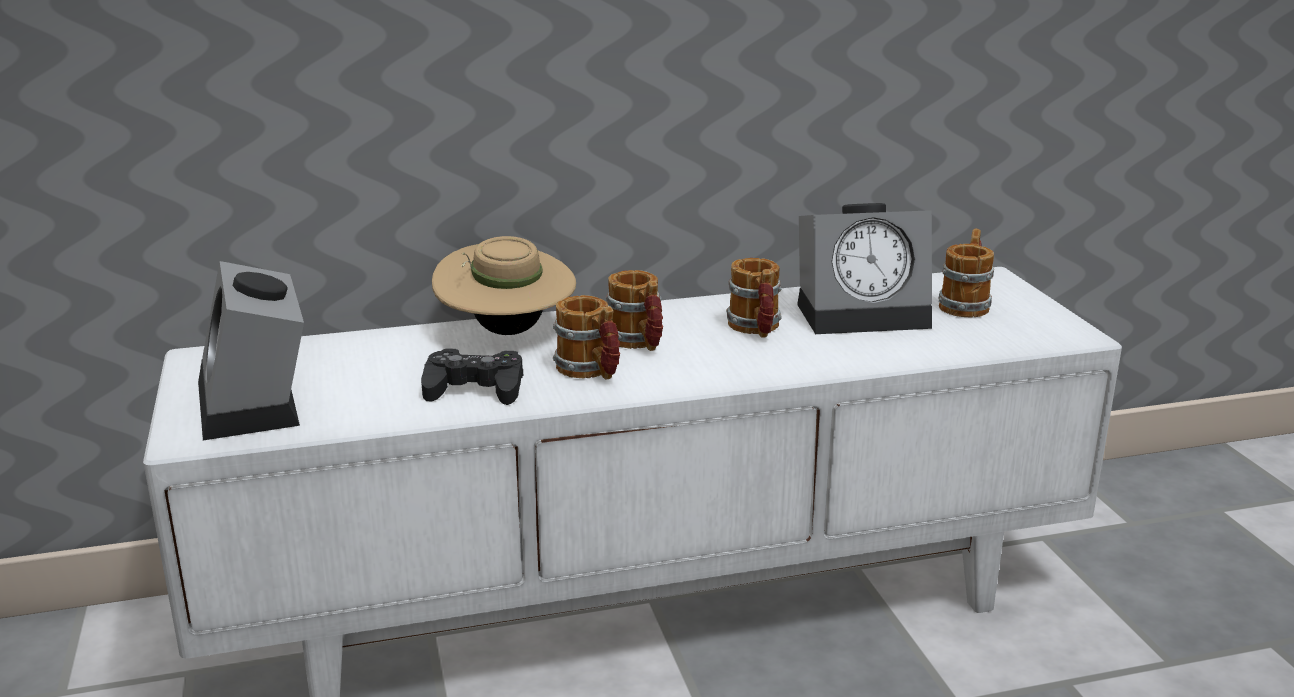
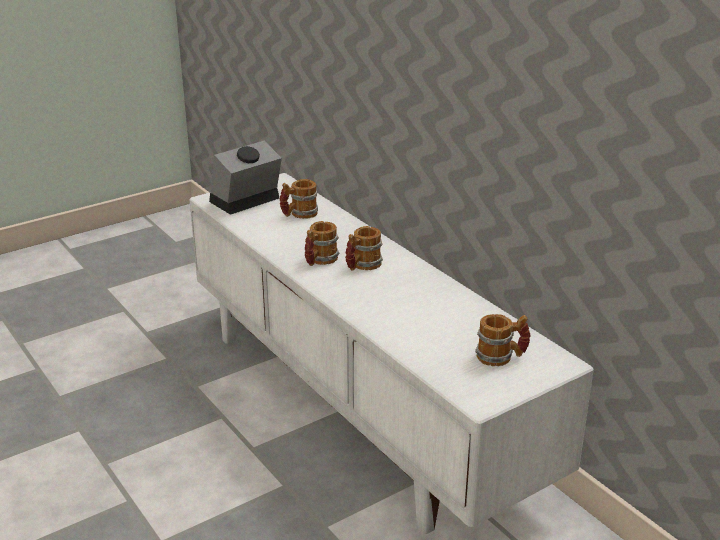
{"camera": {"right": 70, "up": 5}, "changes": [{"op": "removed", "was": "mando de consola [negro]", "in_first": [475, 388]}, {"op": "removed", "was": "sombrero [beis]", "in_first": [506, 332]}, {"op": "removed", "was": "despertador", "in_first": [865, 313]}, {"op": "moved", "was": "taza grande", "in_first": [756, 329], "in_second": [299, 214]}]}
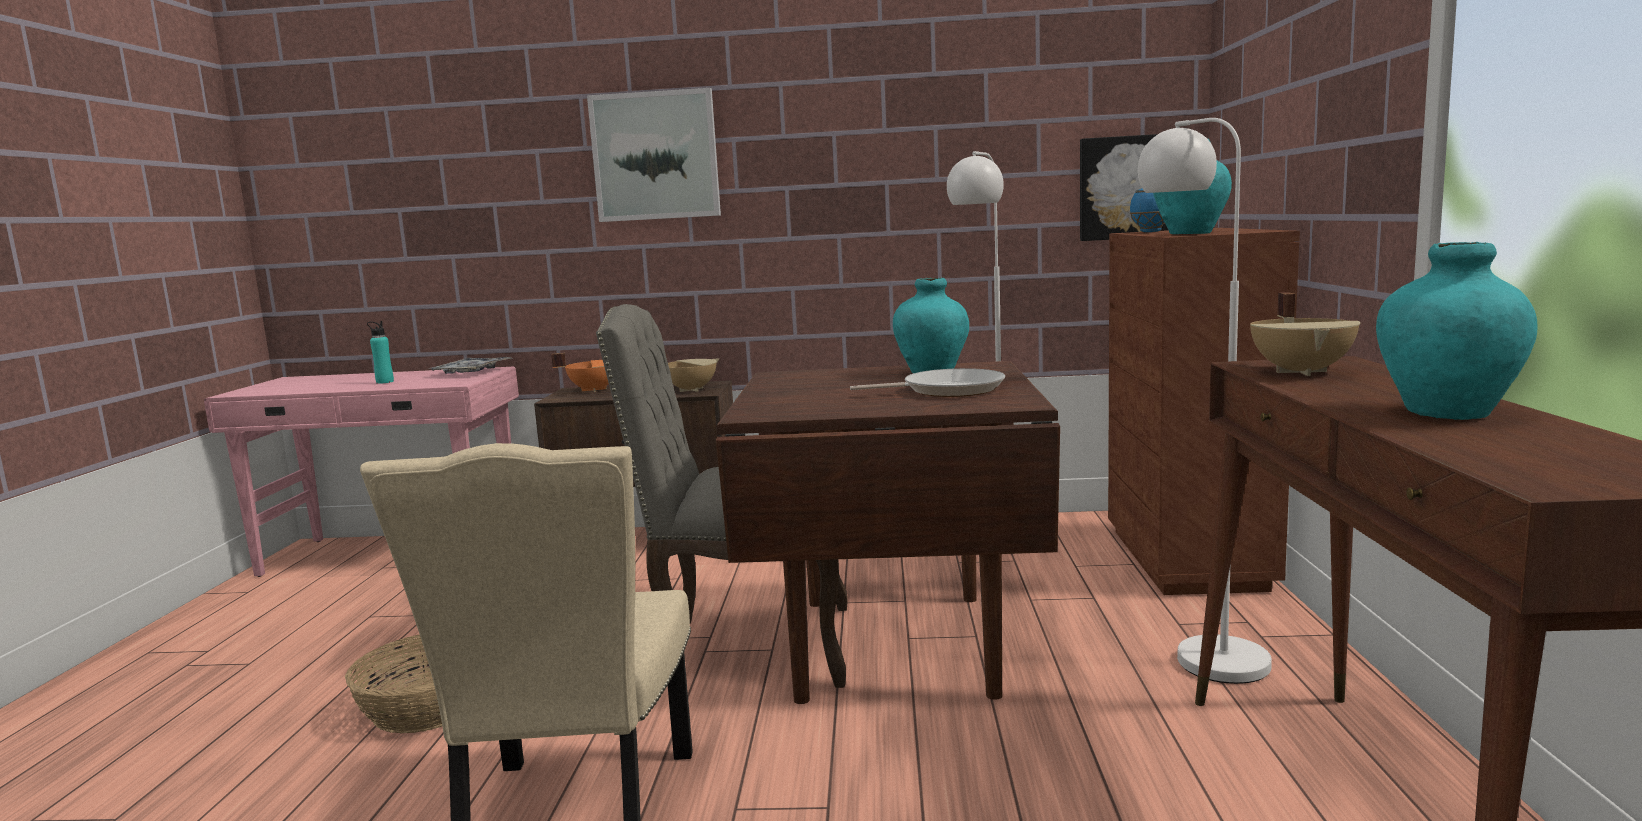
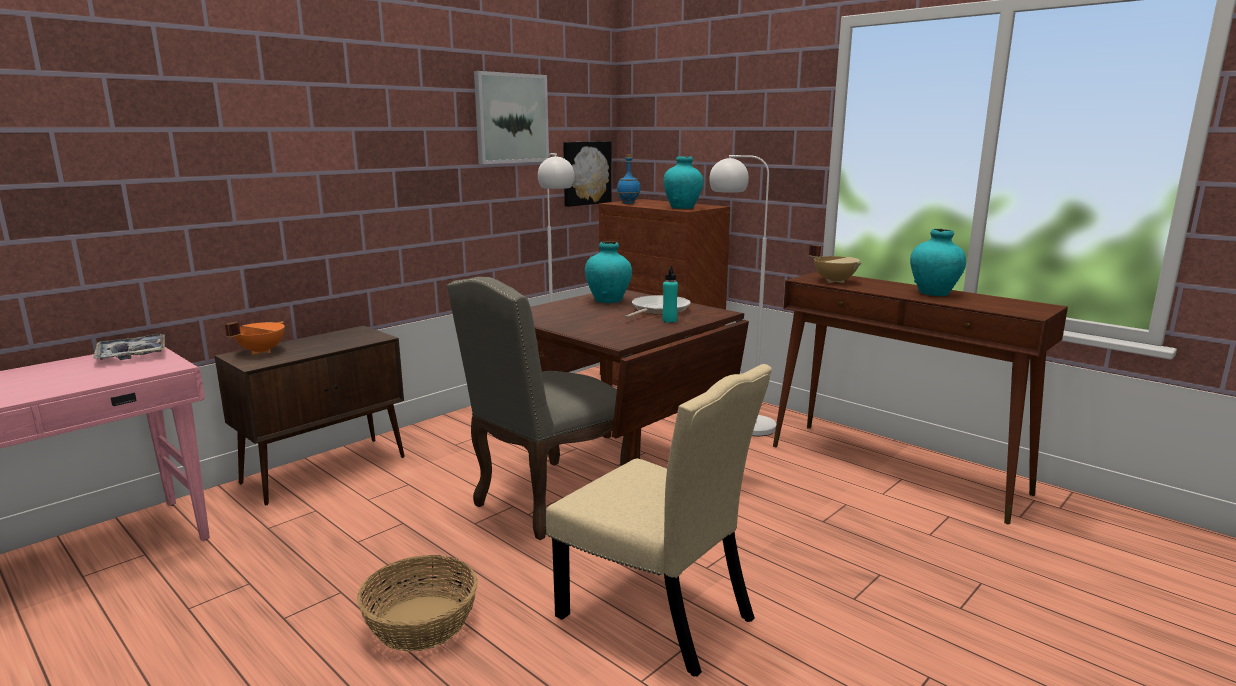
{"camera": {"right": -50, "up": 5}, "changes": [{"op": "removed", "was": "olla [beis]", "in_first": [690, 390]}, {"op": "moved", "was": "botella [turquesa]", "in_first": [384, 382], "in_second": [669, 321]}, {"op": "moved", "was": "cuadro", "in_first": [655, 156], "in_second": [511, 118]}]}
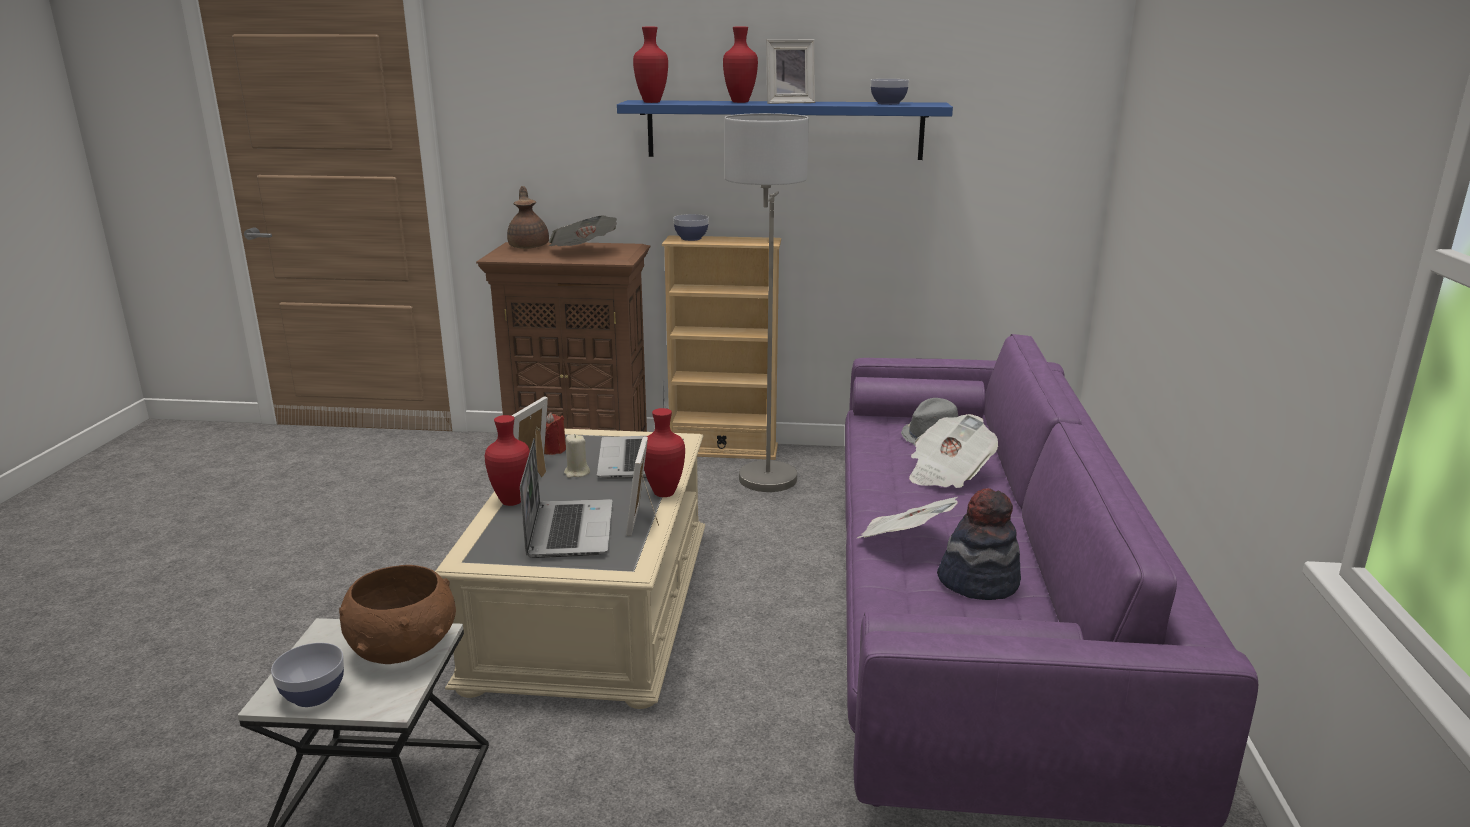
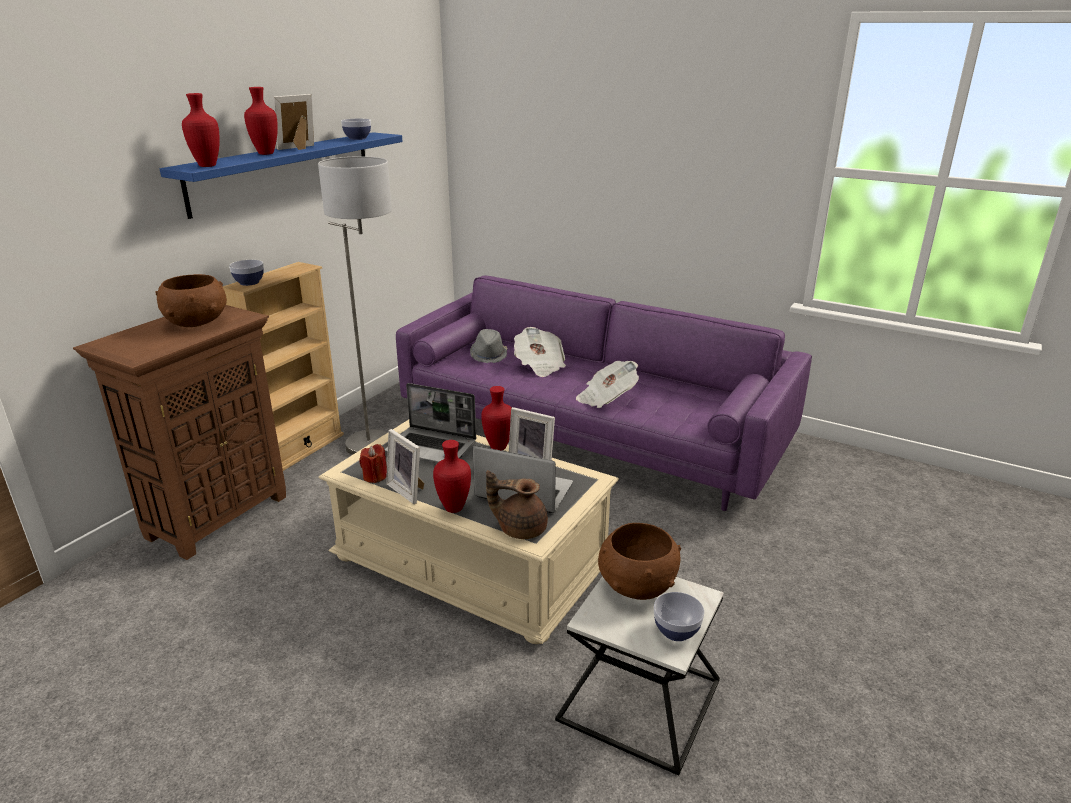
{"camera": {"right": -65, "up": 5}, "changes": [{"op": "removed", "was": "vela [beis]", "in_first": [577, 473]}, {"op": "removed", "was": "sombrero", "in_first": [978, 581]}, {"op": "moved", "was": "tetera [marrón]", "in_first": [529, 246], "in_second": [520, 528]}, {"op": "replaced", "was": "periódico", "now": "cuenco [marrón]", "in_first": [583, 251], "in_second": [197, 323]}, {"op": "turned", "was": "portarretratos", "in_first": [789, 102], "in_second": [299, 148], "clockwise": -150}]}
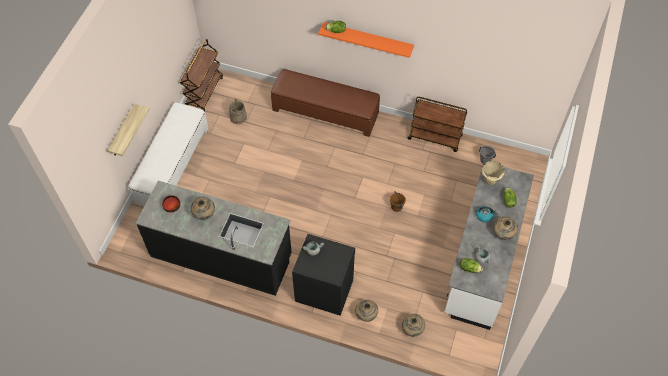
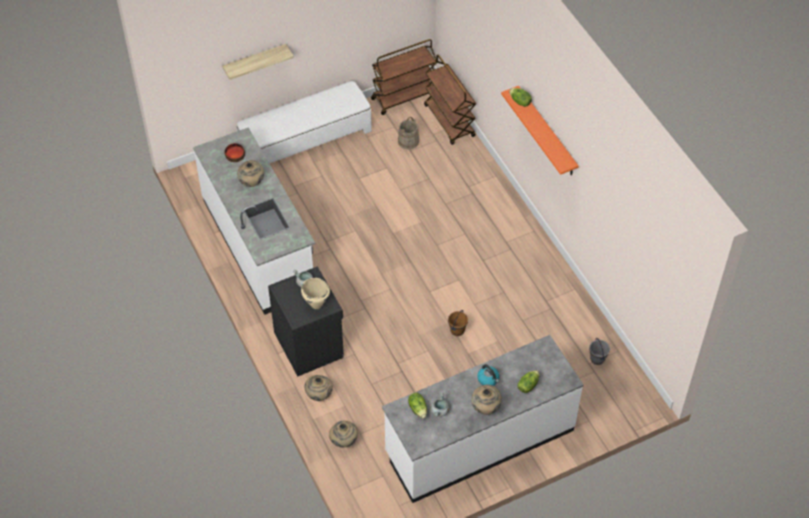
{"camera": {"right": 45, "up": -5}, "changes": [{"op": "removed", "was": "banco [marrón]", "in_first": [326, 111]}, {"op": "moved", "was": "carrito [marrón]", "in_first": [435, 137], "in_second": [449, 121]}, {"op": "moved", "was": "olla [beis]", "in_first": [489, 181], "in_second": [316, 304]}, {"op": "recoloured", "was": "mueble bajo de cocina [negro]", "now": "mueble bajo de cocina [blanco]", "in_first": [221, 255], "in_second": [259, 246]}]}
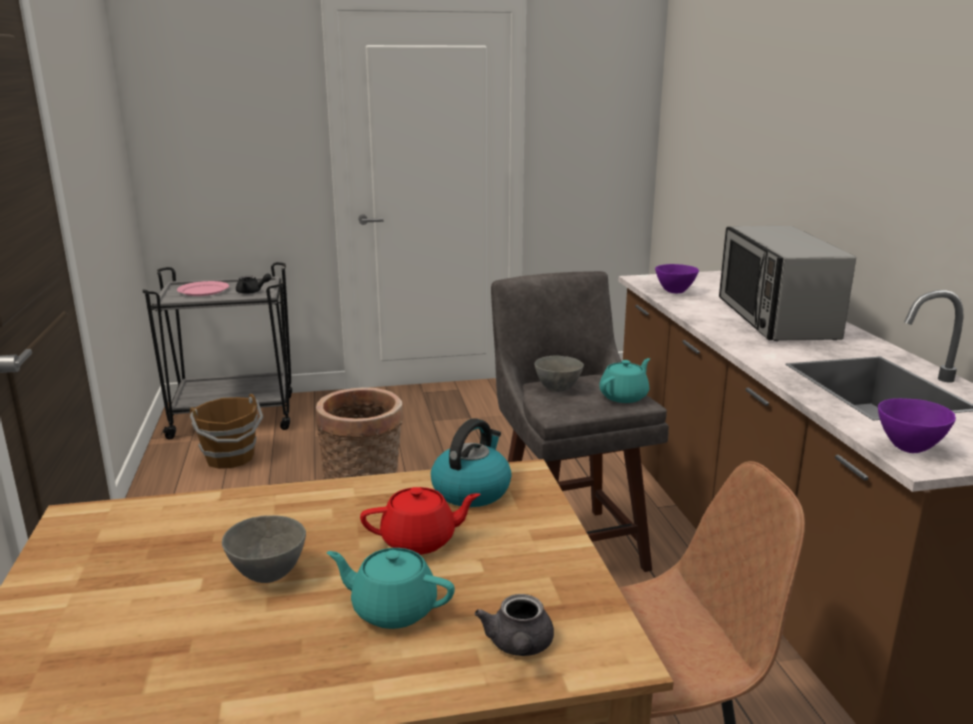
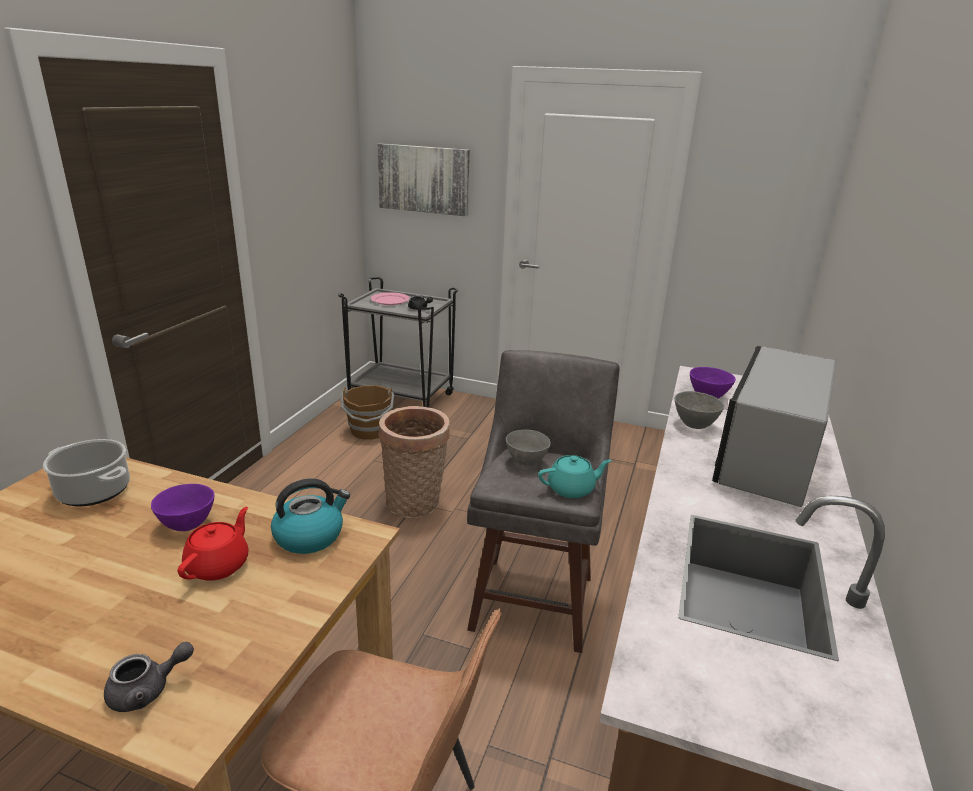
{"camera": {"right": 30, "up": 5}, "changes": [{"op": "removed", "was": "tetera [turquesa]", "in_first": [393, 609]}, {"op": "added", "now": "olla", "in_second": [95, 491]}, {"op": "added", "now": "cuadro", "in_second": [424, 179]}, {"op": "moved", "was": "cuenco [gris]", "in_first": [267, 575], "in_second": [693, 425]}, {"op": "moved", "was": "cuenco [morado]", "in_first": [908, 447], "in_second": [188, 525]}, {"op": "turned", "was": "tetera [rojo]", "in_first": [420, 541], "in_second": [219, 565], "clockwise": -90}, {"op": "turned", "was": "tetera [gris]", "in_first": [518, 646], "in_second": [148, 690], "clockwise": -150}]}
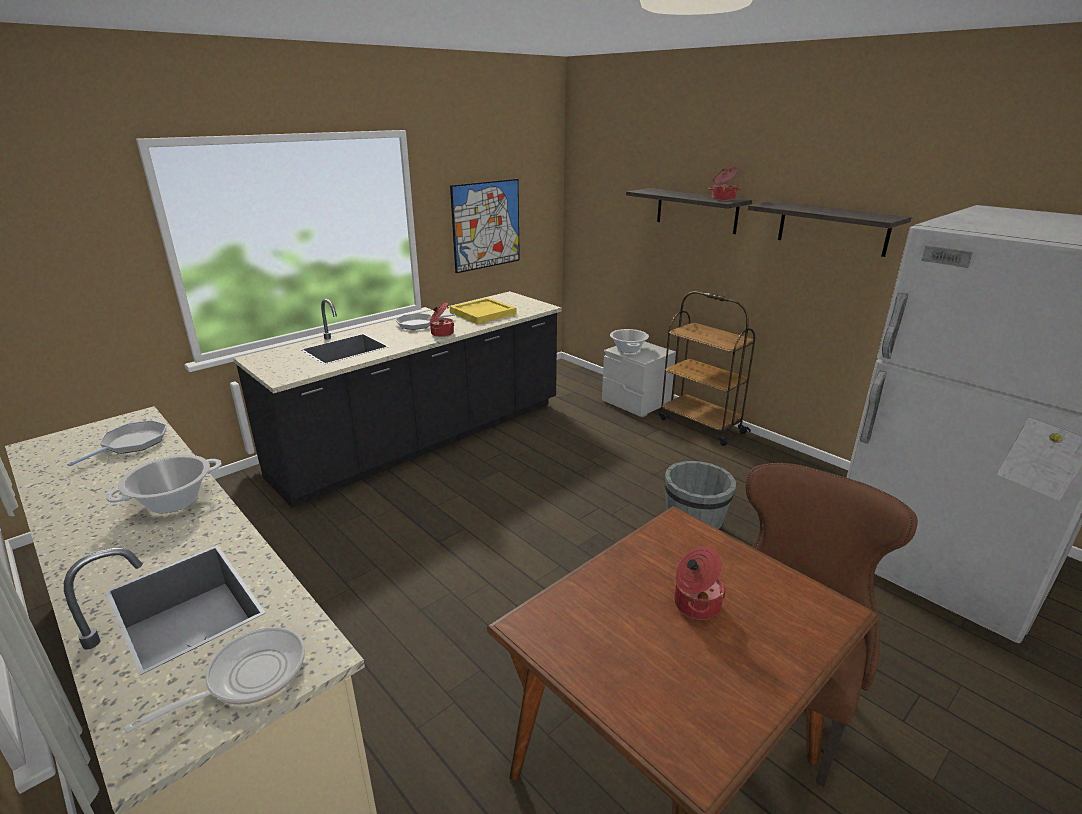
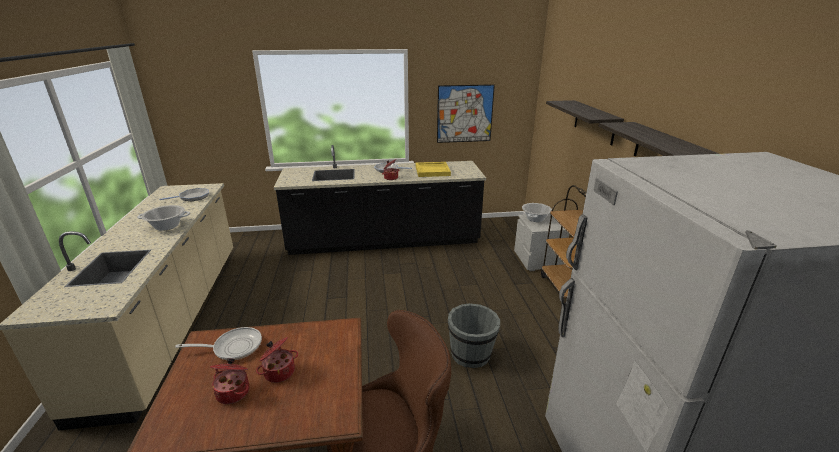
{"camera": {"right": 35, "up": 0}, "changes": [{"op": "moved", "was": "sartén", "in_first": [248, 677], "in_second": [233, 347]}, {"op": "moved", "was": "olla", "in_first": [723, 199], "in_second": [234, 392]}]}
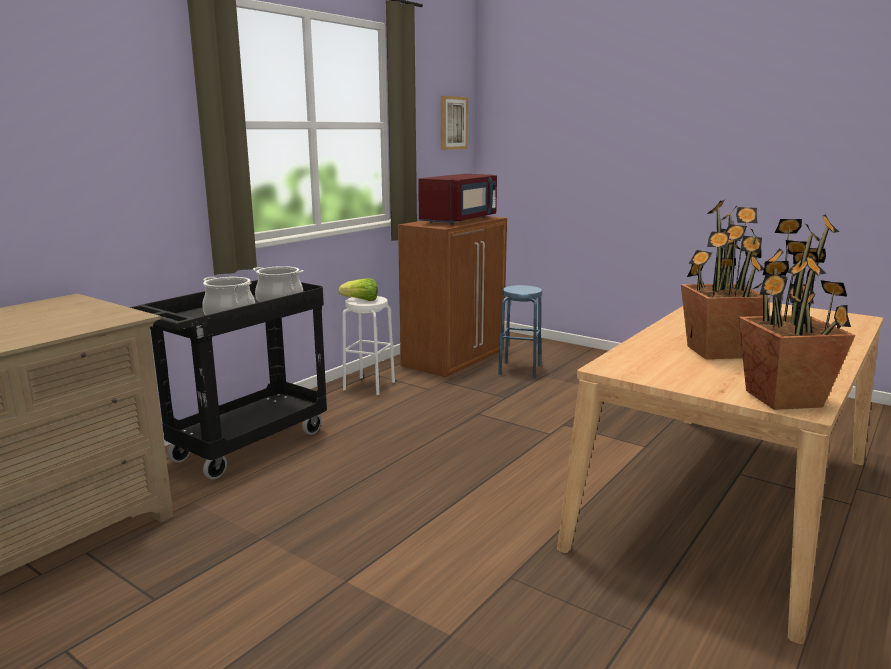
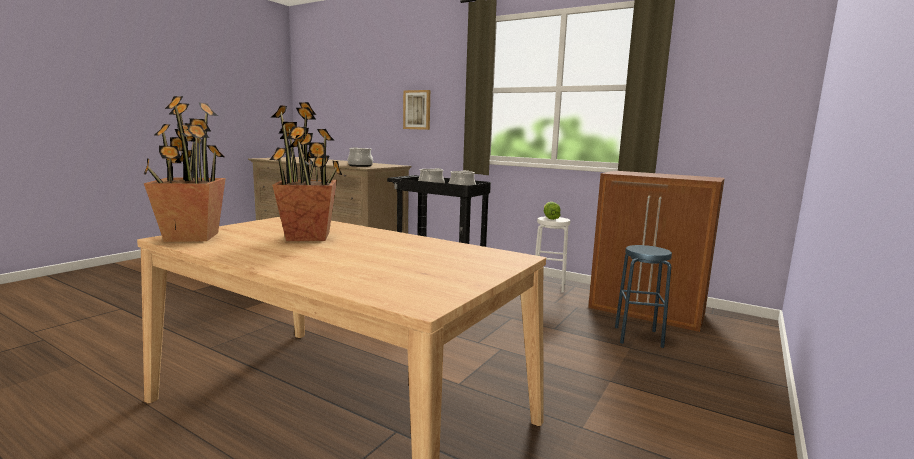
{"camera": {"right": 85, "up": -5}, "changes": [{"op": "removed", "was": "microondas [rojo]", "in_first": [460, 220]}, {"op": "added", "now": "olla", "in_second": [360, 166]}, {"op": "moved", "was": "cuadro", "in_first": [453, 123], "in_second": [417, 110]}]}
